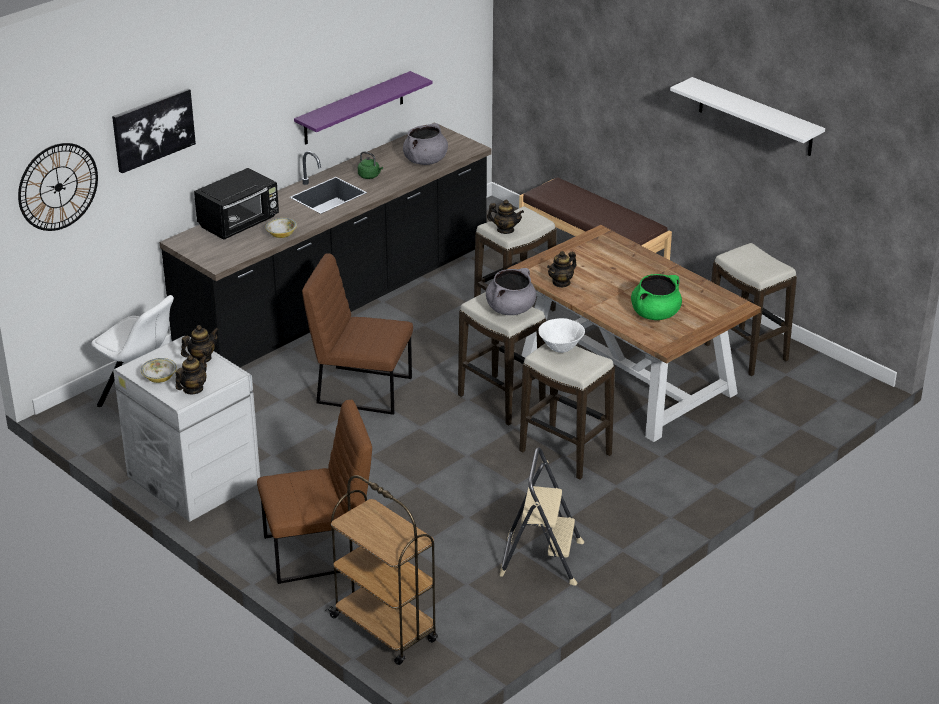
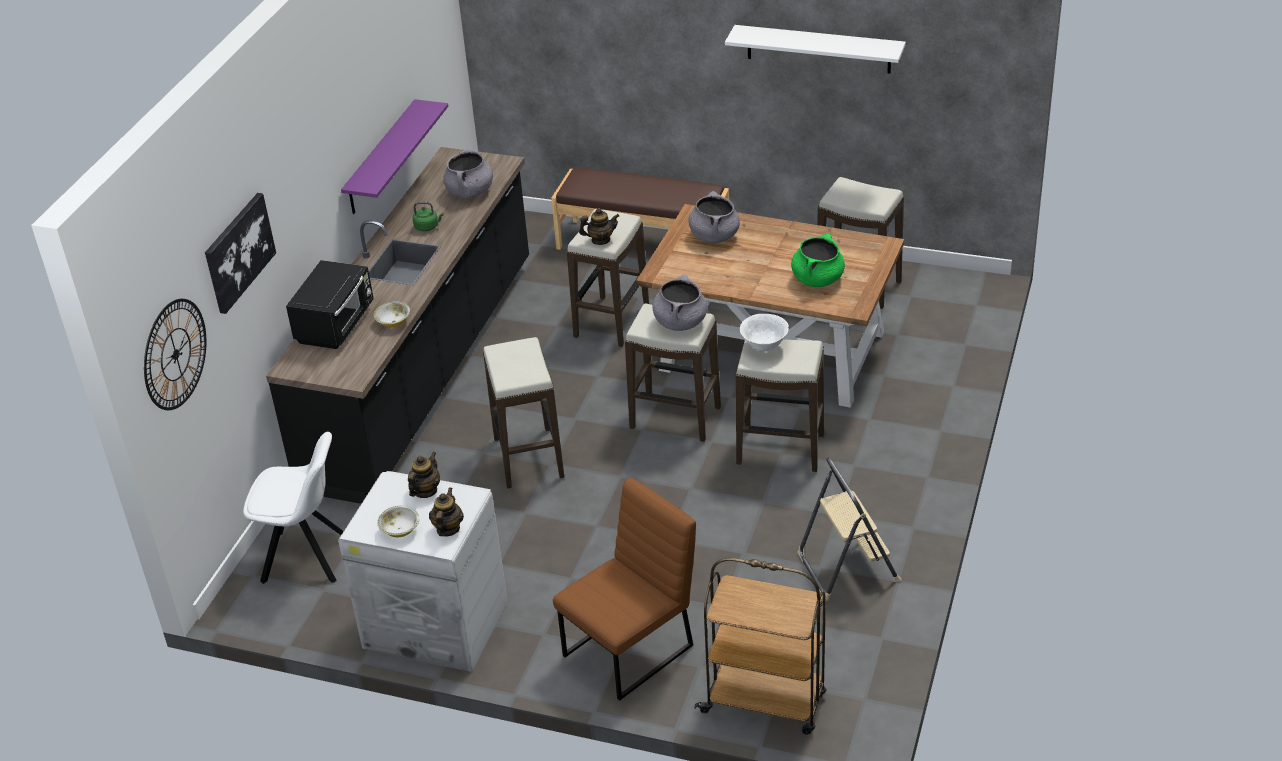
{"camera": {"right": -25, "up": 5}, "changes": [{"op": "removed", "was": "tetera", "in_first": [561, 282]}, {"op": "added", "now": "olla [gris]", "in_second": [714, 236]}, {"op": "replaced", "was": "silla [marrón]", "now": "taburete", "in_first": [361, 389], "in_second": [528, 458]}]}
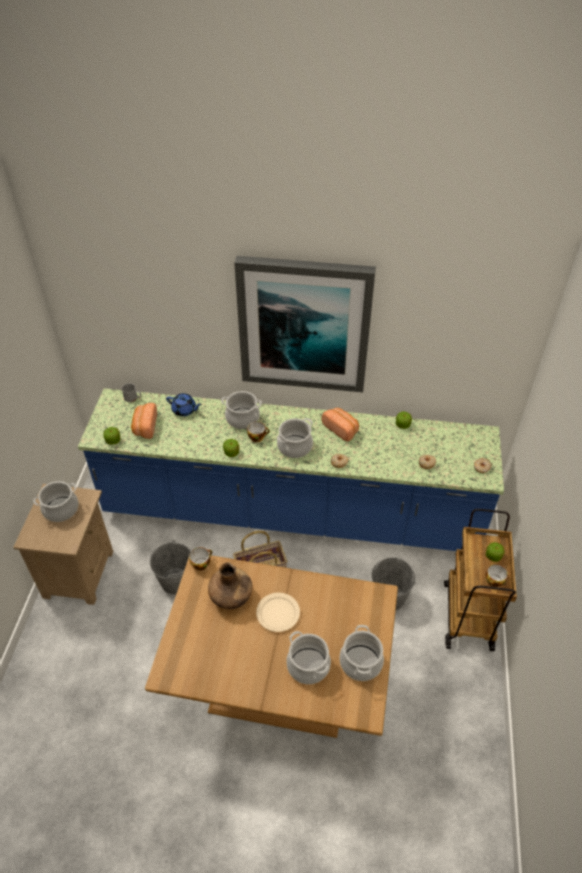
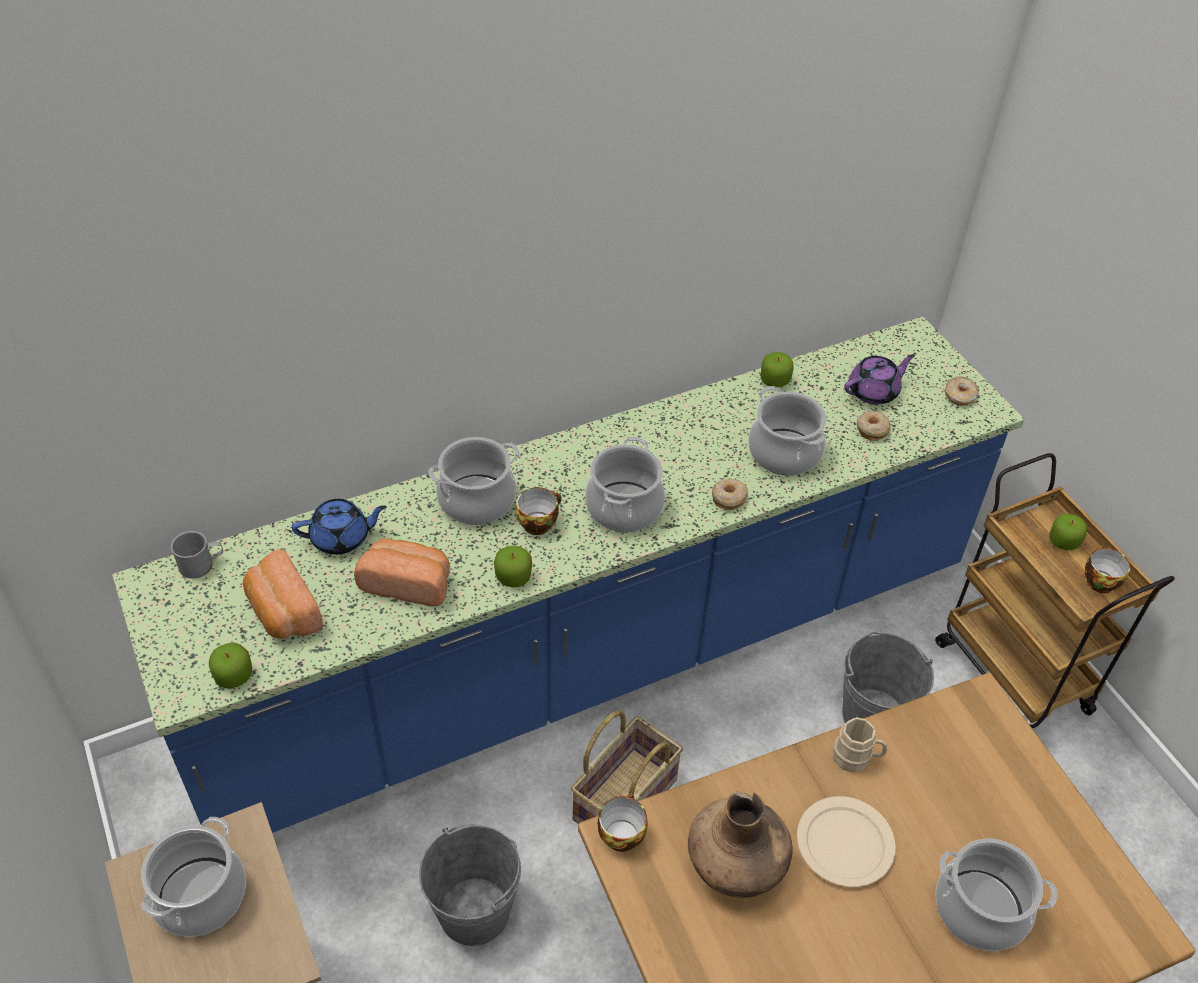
{"camera": {"right": -35, "up": 0}, "changes": [{"op": "removed", "was": "cuadro", "in_first": [304, 324]}, {"op": "added", "now": "taza grande [beis]", "in_second": [856, 758]}, {"op": "added", "now": "tetera [morado]", "in_second": [874, 391]}, {"op": "moved", "was": "pan", "in_first": [341, 429], "in_second": [407, 583]}, {"op": "moved", "was": "olla", "in_first": [360, 662], "in_second": [784, 452]}]}
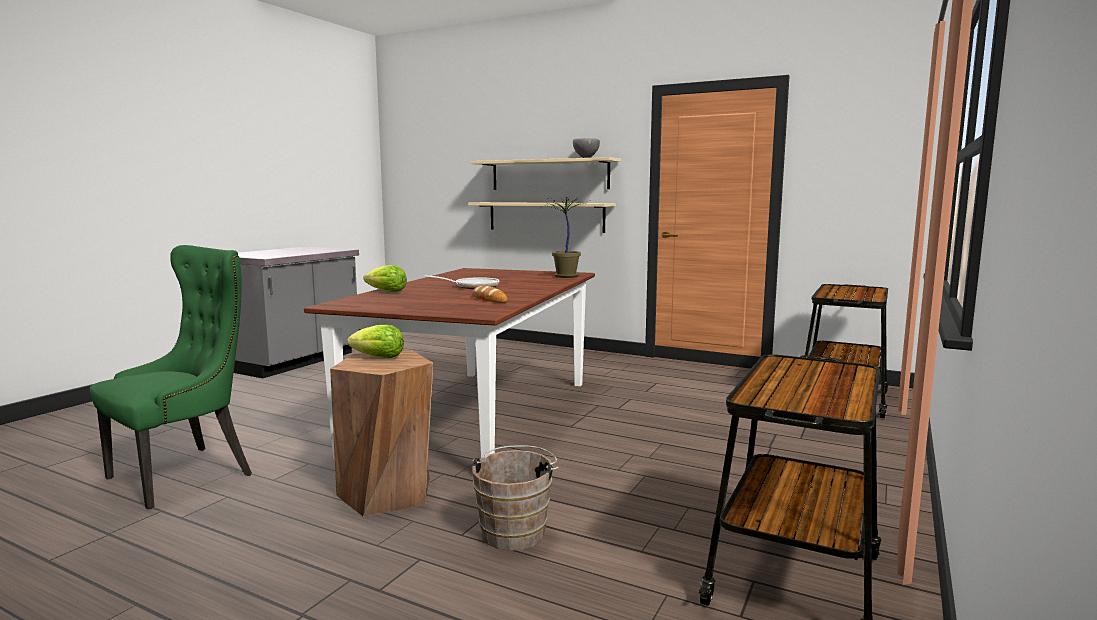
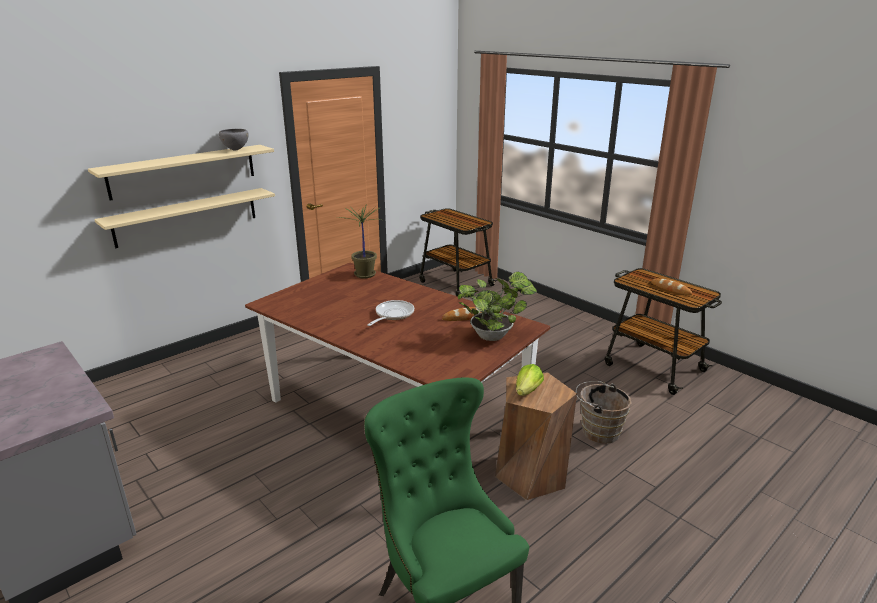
{"camera": {"right": -70, "up": 15}, "changes": [{"op": "removed", "was": "lechuga", "in_first": [387, 292]}, {"op": "added", "now": "planta en maceta", "in_second": [494, 336]}, {"op": "added", "now": "pan", "in_second": [670, 289]}]}
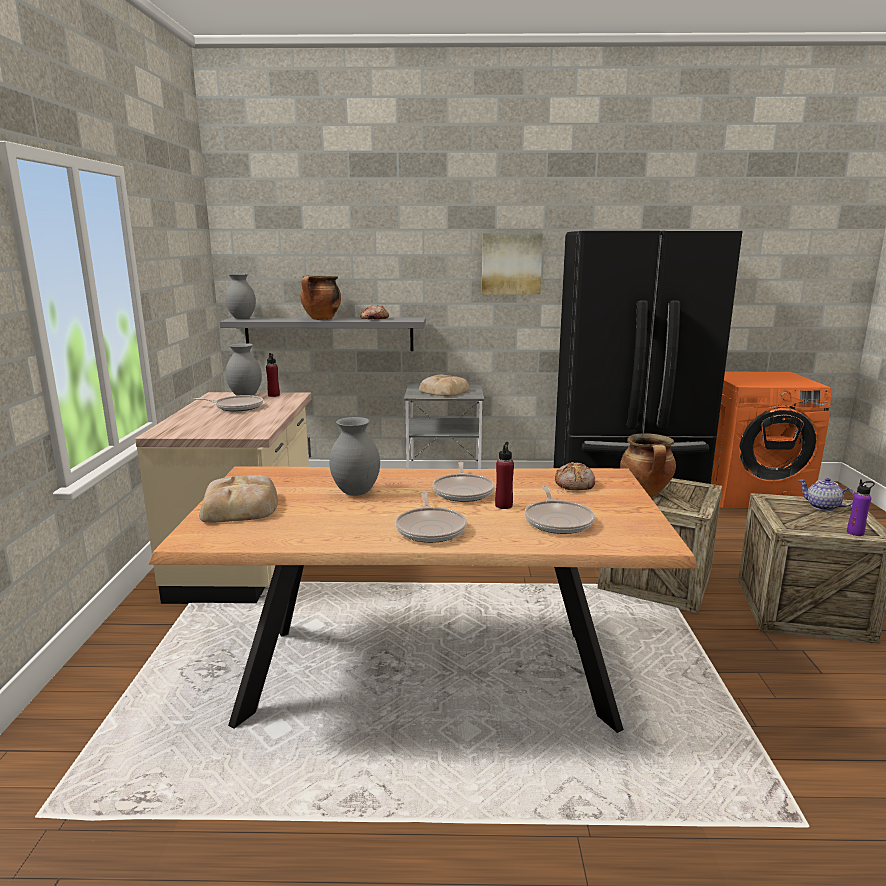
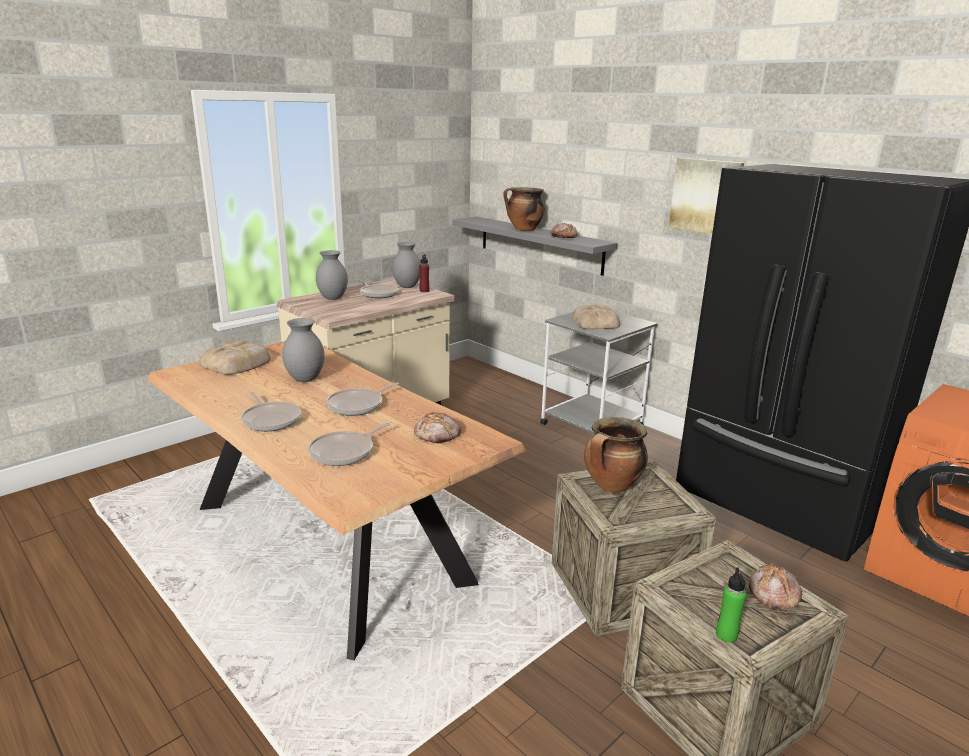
{"camera": {"right": 45, "up": 5}, "changes": [{"op": "removed", "was": "botella [rojo]", "in_first": [503, 505]}, {"op": "moved", "was": "florero [gris]", "in_first": [242, 318], "in_second": [332, 298]}, {"op": "replaced", "was": "tetera", "now": "pan", "in_first": [822, 507], "in_second": [772, 594]}, {"op": "recoloured", "was": "botella [morado]", "now": "botella [verde]", "in_first": [855, 533], "in_second": [726, 635]}, {"op": "turned", "was": "sartén", "in_first": [431, 528], "in_second": [271, 420], "clockwise": -75}]}
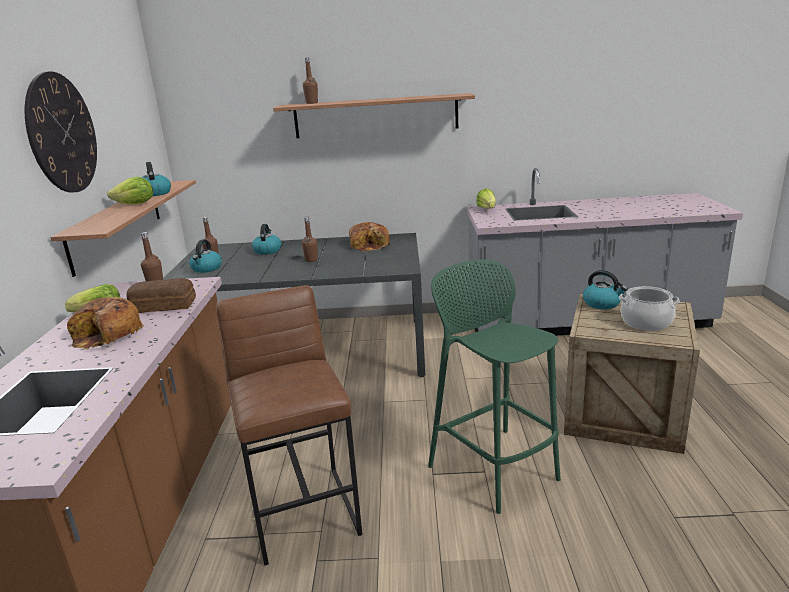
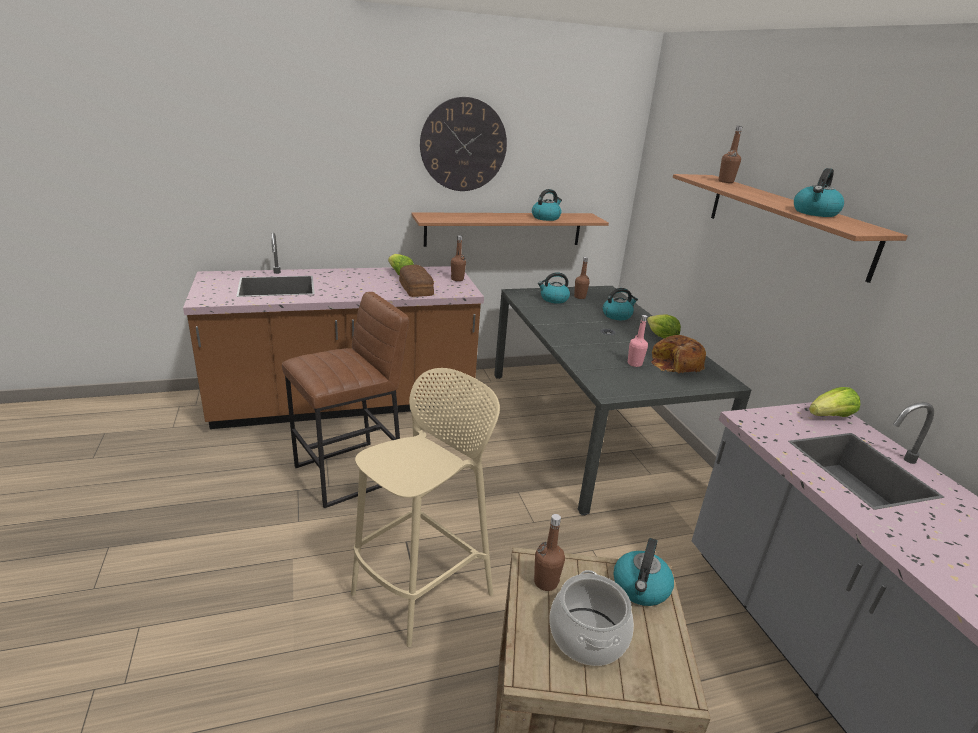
{"camera": {"right": 70, "up": 5}, "changes": [{"op": "removed", "was": "pan", "in_first": [107, 335]}, {"op": "added", "now": "botella [rosa]", "in_second": [634, 364]}, {"op": "added", "now": "hervidor", "in_second": [815, 213]}, {"op": "moved", "was": "lechuga", "in_first": [136, 204], "in_second": [661, 337]}, {"op": "moved", "was": "botella [marrón]", "in_first": [311, 260], "in_second": [545, 582]}, {"op": "recoloured", "was": "taburete [verde]", "now": "taburete [beis]", "in_first": [495, 468], "in_second": [421, 588]}]}
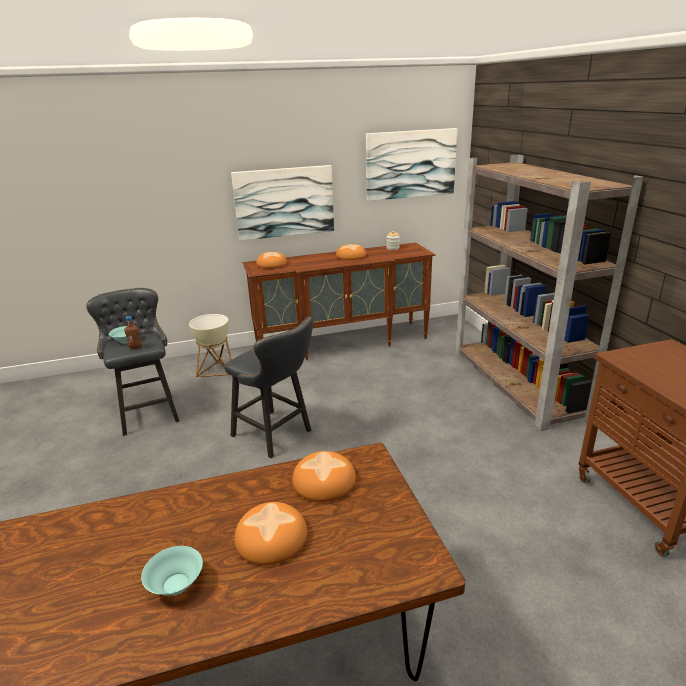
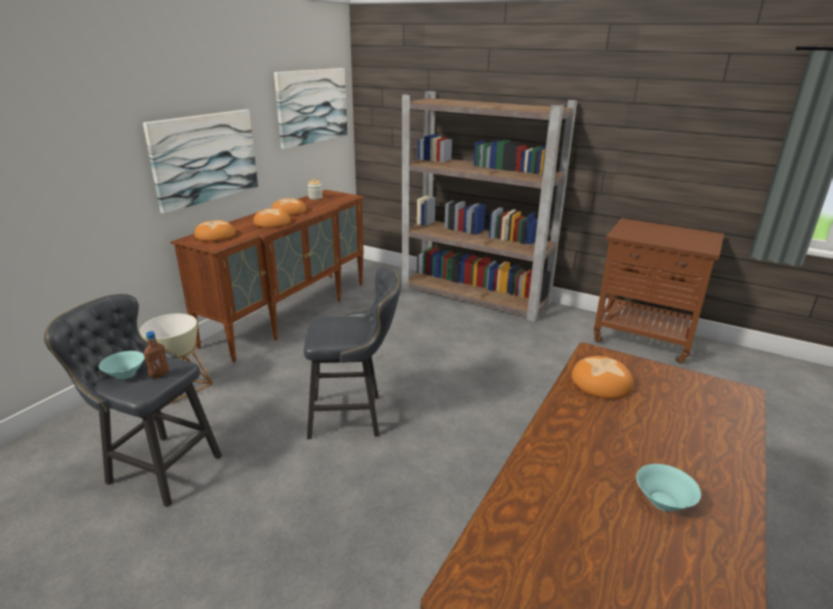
{"camera": {"right": -45, "up": 0}, "changes": [{"op": "moved", "was": "pan", "in_first": [271, 538], "in_second": [272, 223]}]}
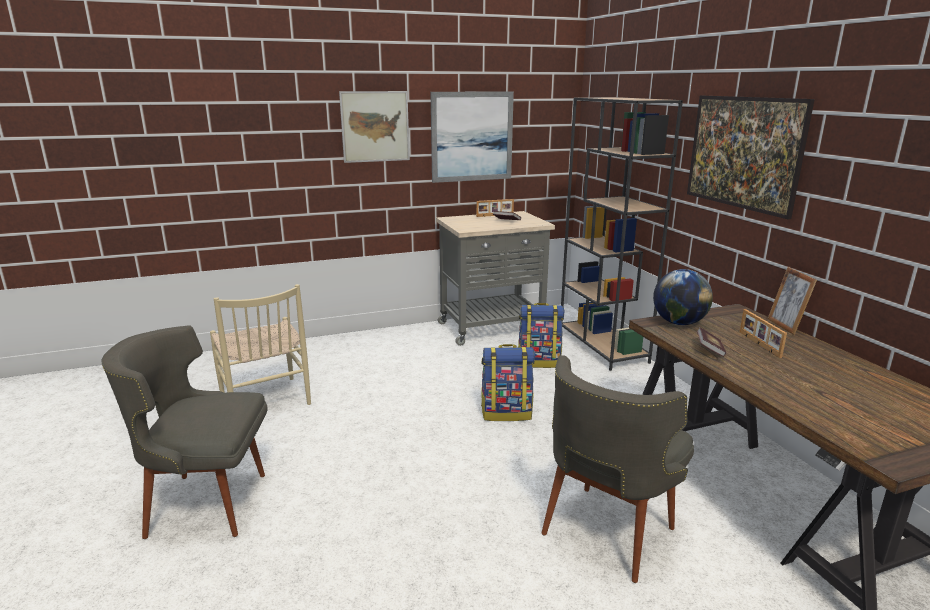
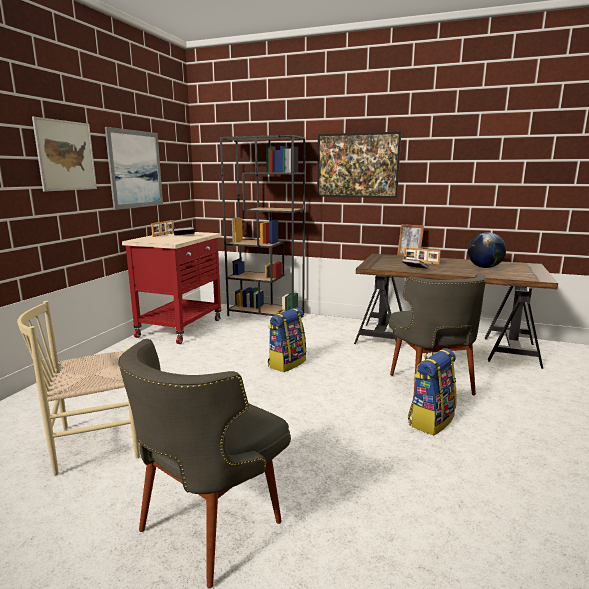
{"camera": {"right": -50, "up": -5}, "changes": [{"op": "moved", "was": "mochila", "in_first": [539, 362], "in_second": [430, 420]}, {"op": "moved", "was": "globo terráqueo", "in_first": [678, 323], "in_second": [484, 267]}, {"op": "recoloured", "was": "carrito [gris]", "now": "carrito [rojo]", "in_first": [491, 328], "in_second": [180, 328]}, {"op": "turned", "was": "silla [beis]", "in_first": [266, 402], "in_second": [94, 443], "clockwise": 150}]}
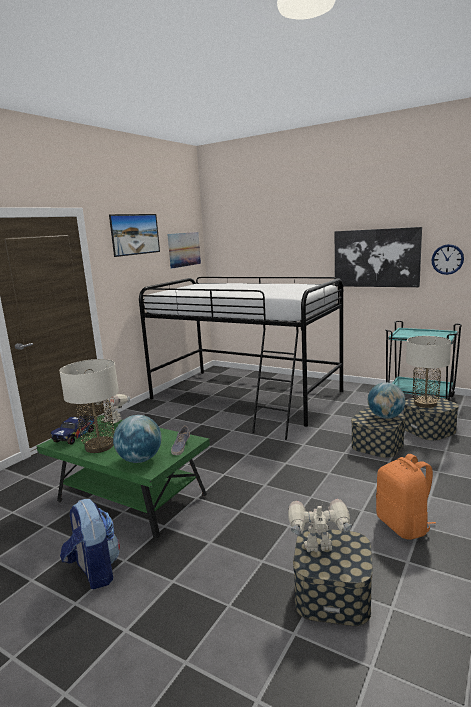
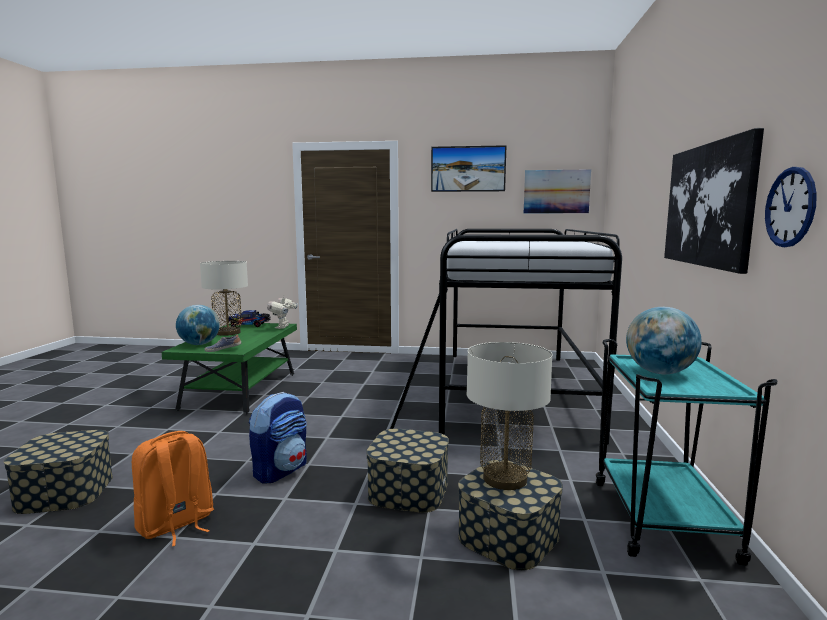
{"camera": {"right": 65, "up": -5}, "changes": [{"op": "removed", "was": "robot de juguete", "in_first": [319, 549]}, {"op": "moved", "was": "mochila", "in_first": [94, 571], "in_second": [281, 470]}, {"op": "moved", "was": "globo terráqueo", "in_first": [385, 417], "in_second": [659, 372]}]}
